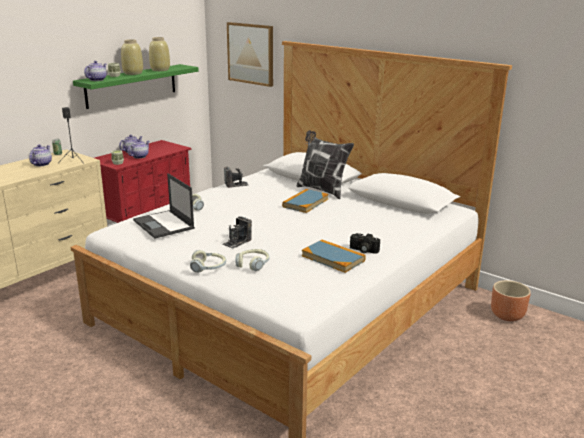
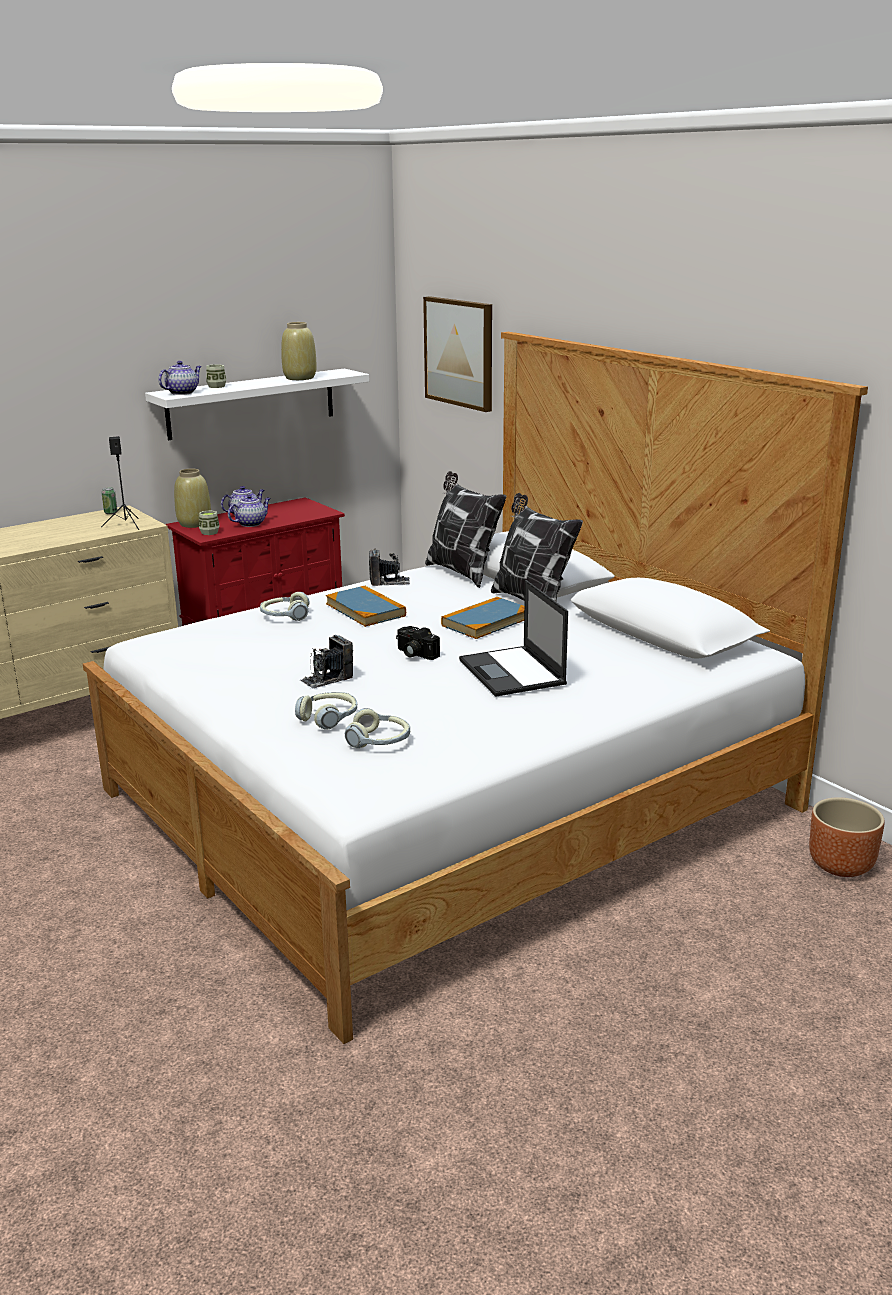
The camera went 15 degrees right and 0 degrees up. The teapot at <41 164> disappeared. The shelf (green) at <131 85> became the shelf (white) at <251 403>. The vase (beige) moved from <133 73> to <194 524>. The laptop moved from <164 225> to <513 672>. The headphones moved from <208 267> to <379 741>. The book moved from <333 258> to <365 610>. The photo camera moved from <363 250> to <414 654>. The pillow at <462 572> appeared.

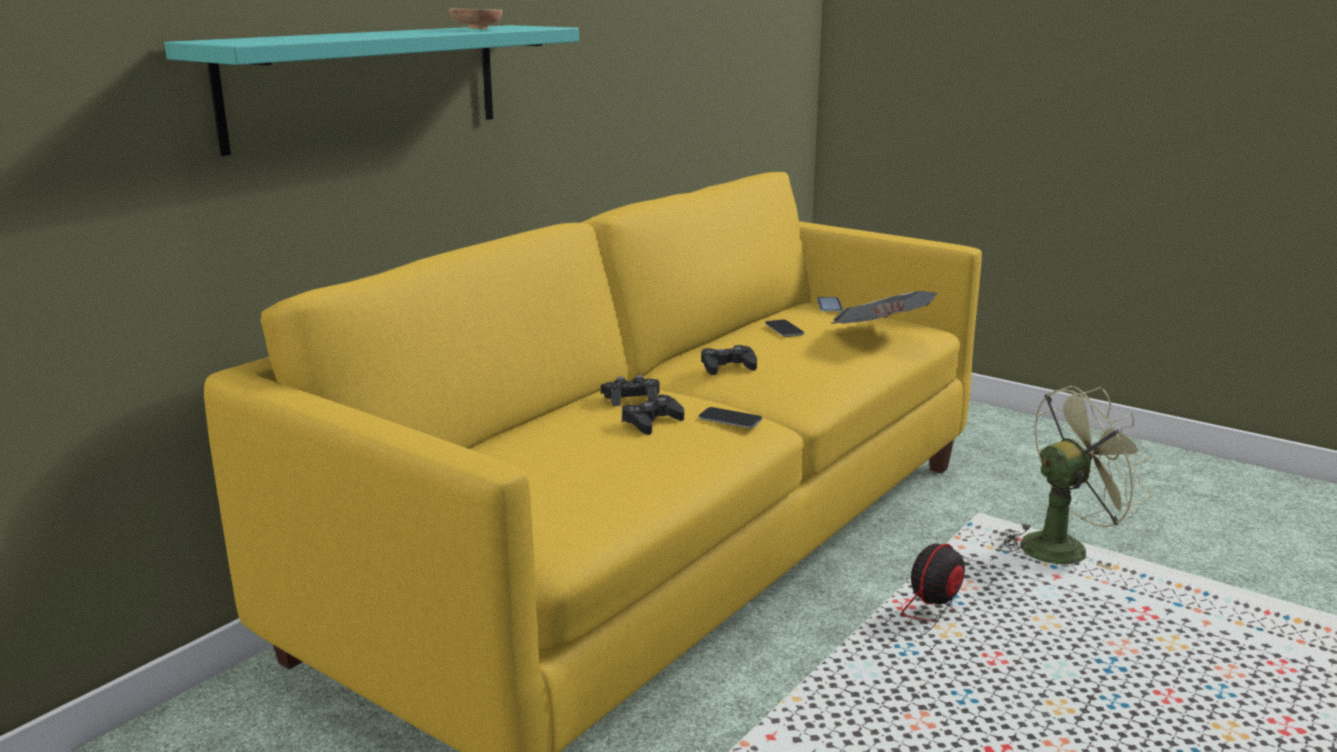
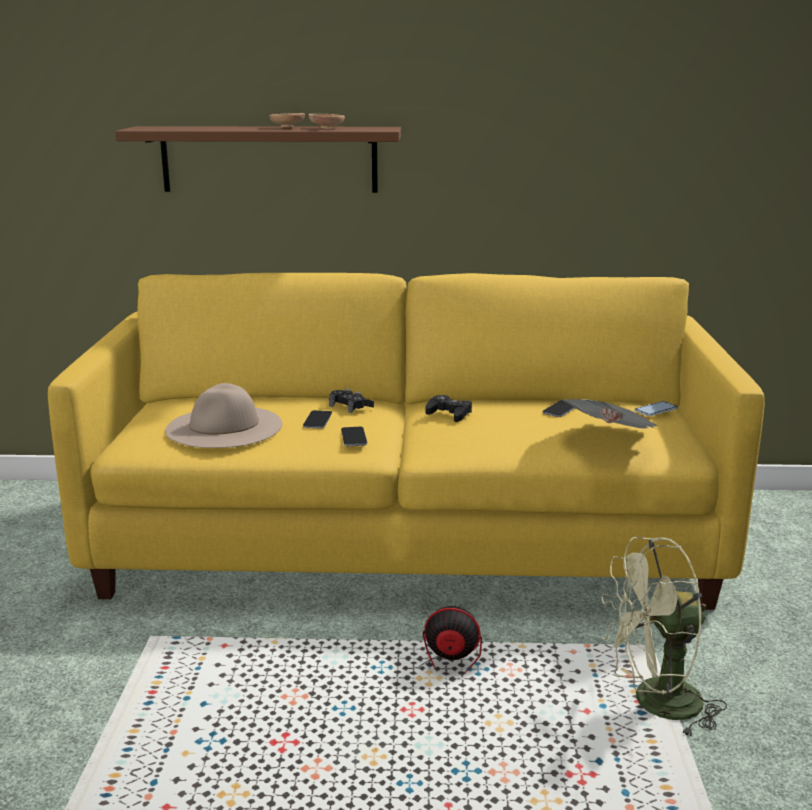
The camera went 55 degrees right and 0 degrees up. The shelf (turquoise) at <366 84> became the shelf (brown) at <269 159>. The game controller (black) at <651 422> was replaced by the phone at <317 420>. The fan (green) at <1063 546> turned 135 degrees clockwise. The hat (beige) at <224 427> appeared. The bowl (brown) at <287 127> appeared.

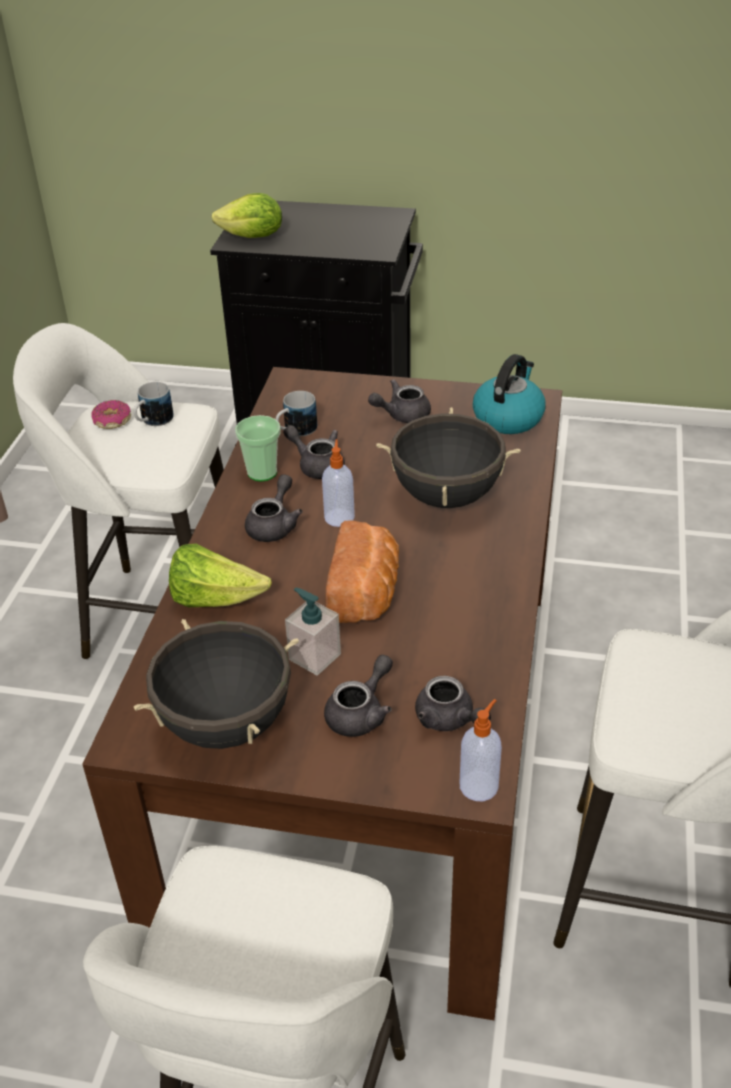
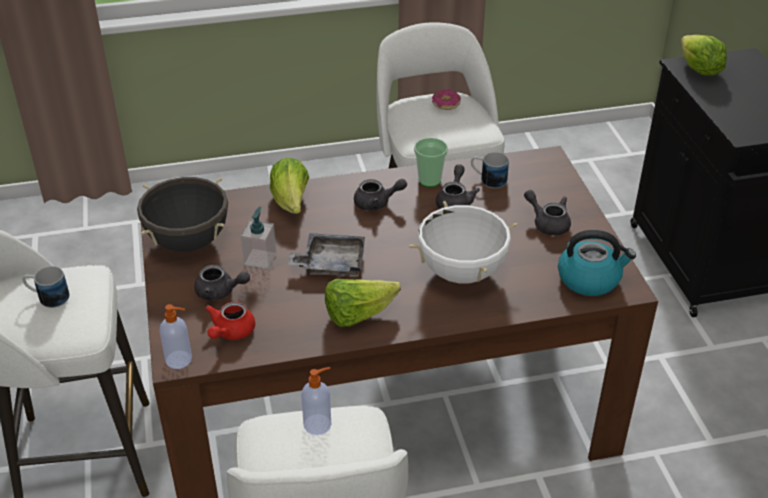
The camera went 65 degrees right and 0 degrees up. The mug moved from <153 421> to <48 297>. The soap dispenser moved from <339 517> to <318 424>. The bread at <366 594> was replaced by the tray (grey) at <331 263>. The cooking pot (black) at <446 496> became the cooking pot (white) at <461 272>. The teapot (grey) at <449 720> became the teapot (red) at <230 332>. The lettuce at <358 315> appeared.

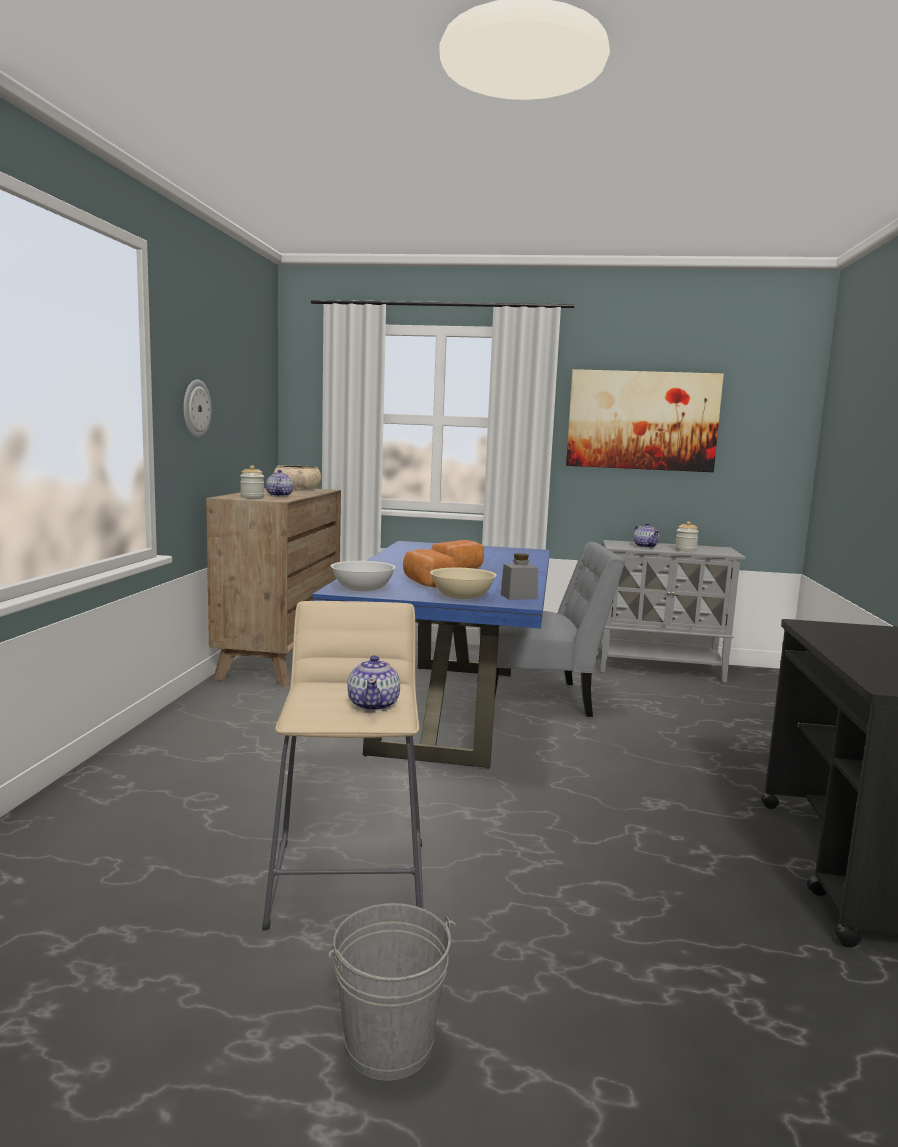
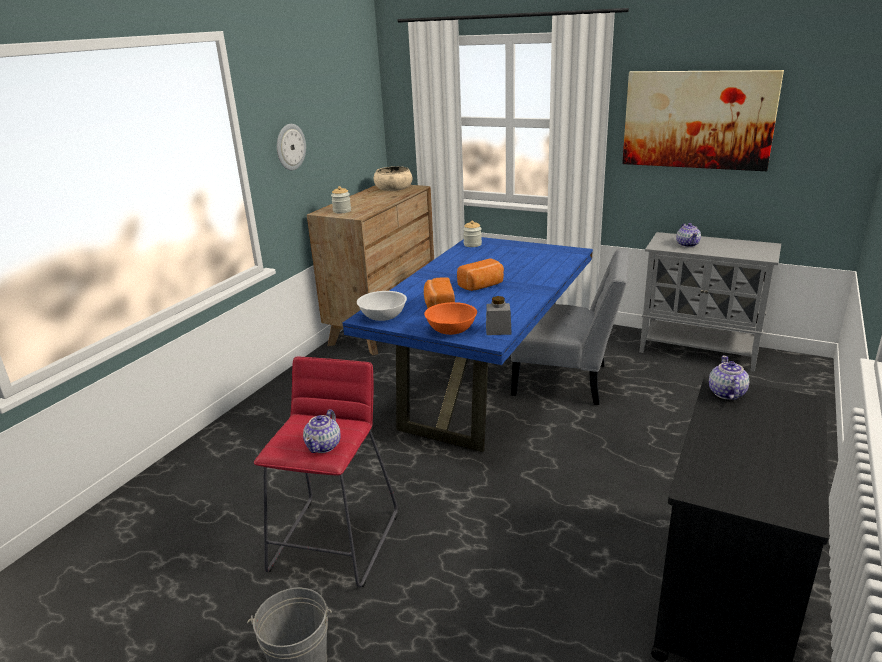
The camera went 20 degrees right and 15 degrees up. The stool (beige) at <348 880> became the stool (red) at <335 541>. The teapot moved from <279 495> to <726 393>. The bowl (beige) at <462 597> became the bowl (orange) at <451 330>. The jar moved from <685 550> to <472 244>.

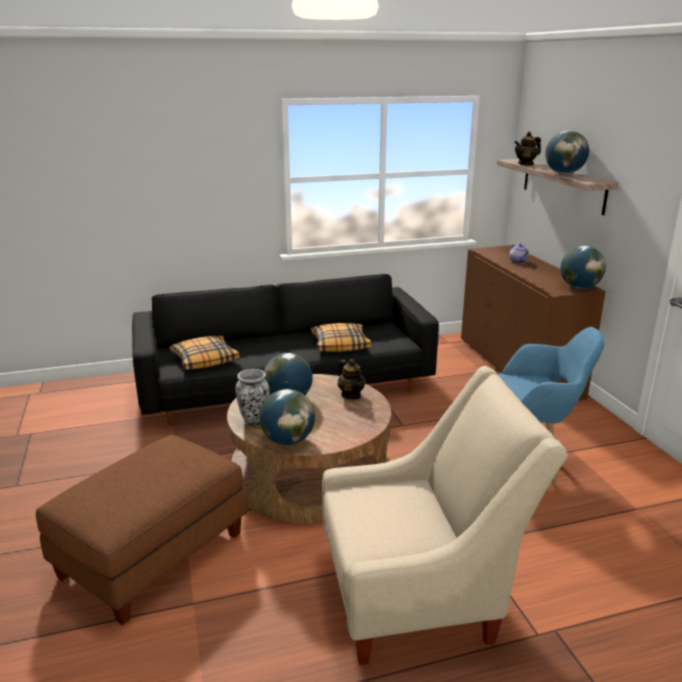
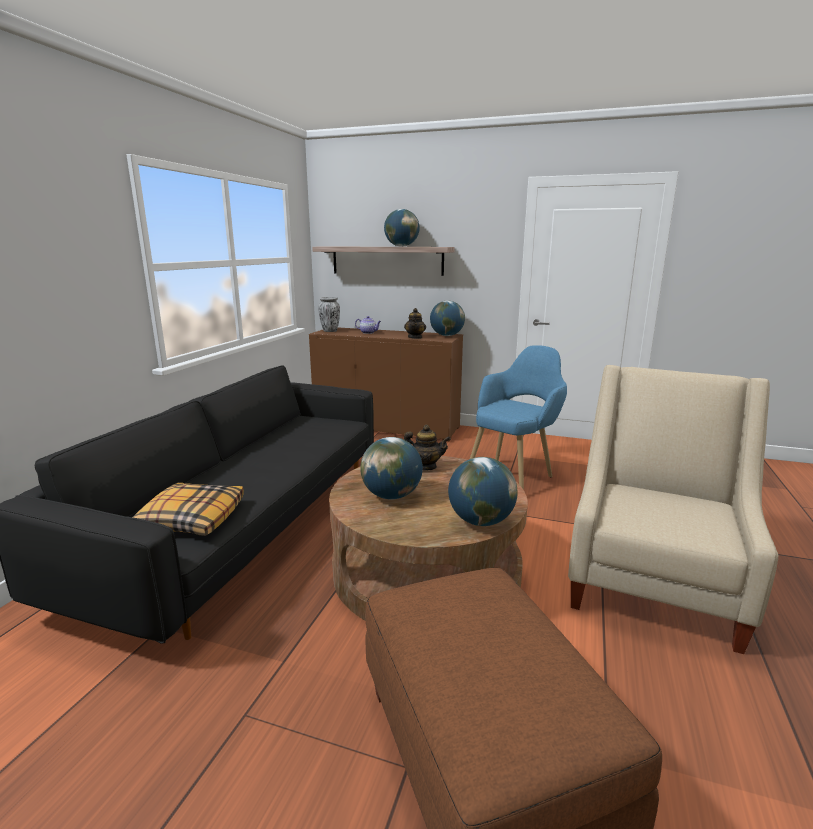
The camera went 55 degrees left and 5 degrees down. The vase moved from <254 421> to <330 331>. The pillow at <340 344> disappeared. The teapot moved from <526 164> to <415 337>.

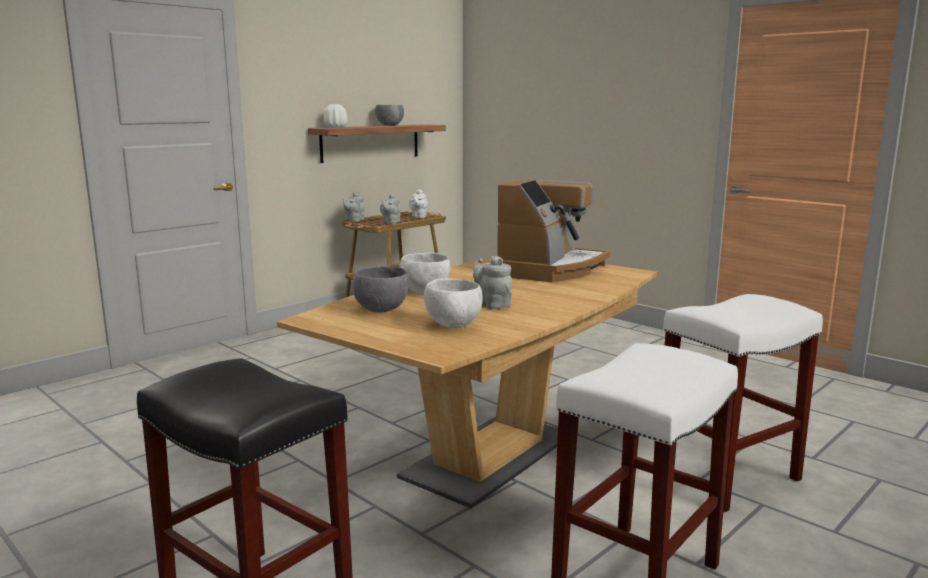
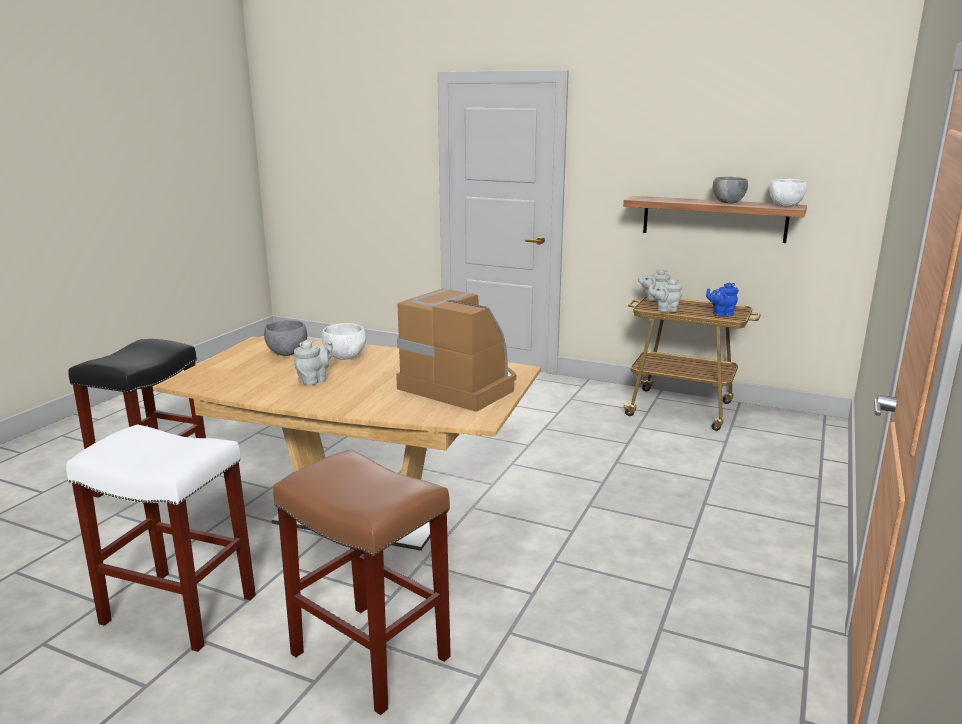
The camera went 70 degrees right and 5 degrees up. The vase (white) at <335 127> disappeared. The teapot (white) at <418 217> became the teapot (blue) at <721 314>. The bowl (white) moved from <453 325> to <785 205>. The coffee machine at <550 269> turned 150 degrees counterclockwise. The stool (white) at <726 477> became the stool (brown) at <368 655>.

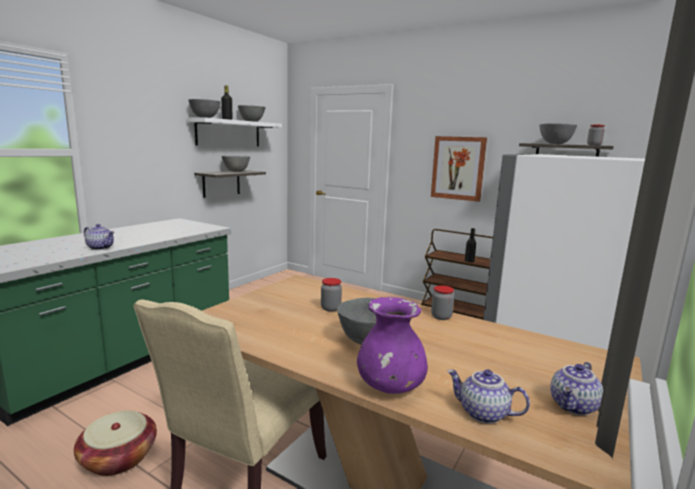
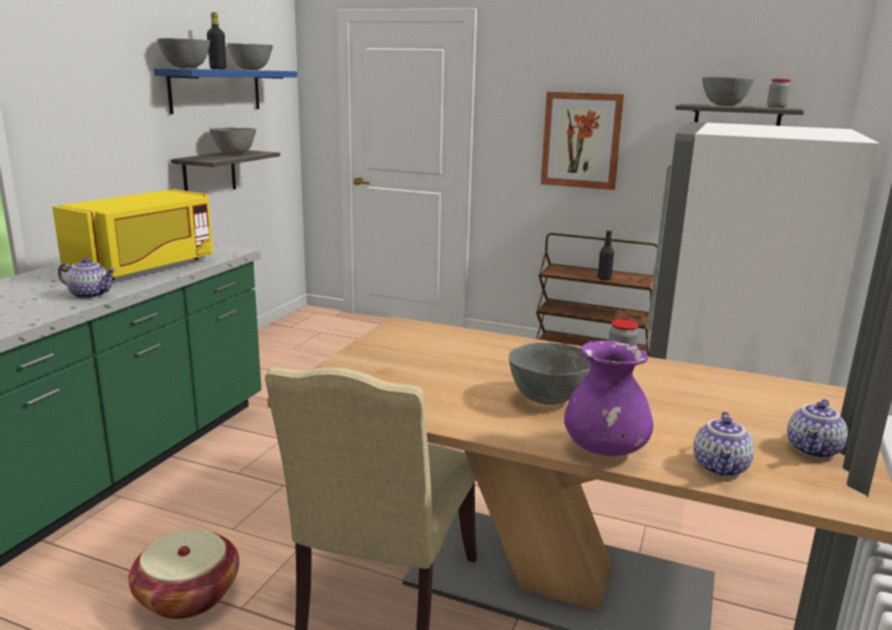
The camera went 10 degrees left and 5 degrees up. The shelf (white) at <229 133> became the shelf (blue) at <216 90>. The jar at <330 308> disappeared. The teapot at <482 414> turned 90 degrees counterclockwise. The microwave (yellow) at <145 267> appeared.

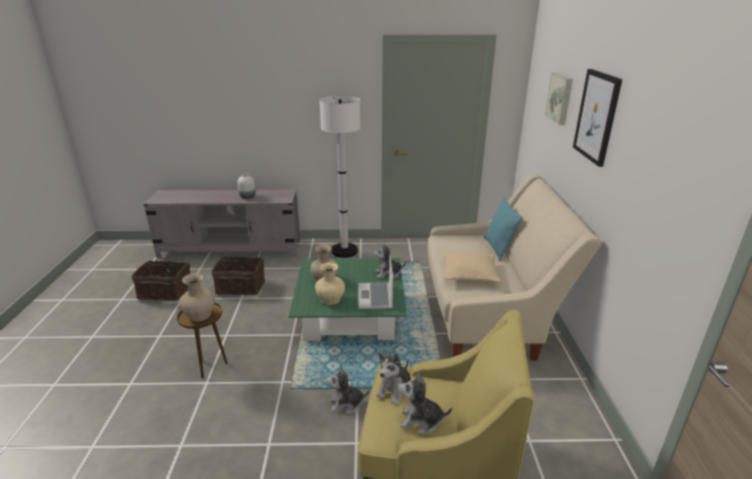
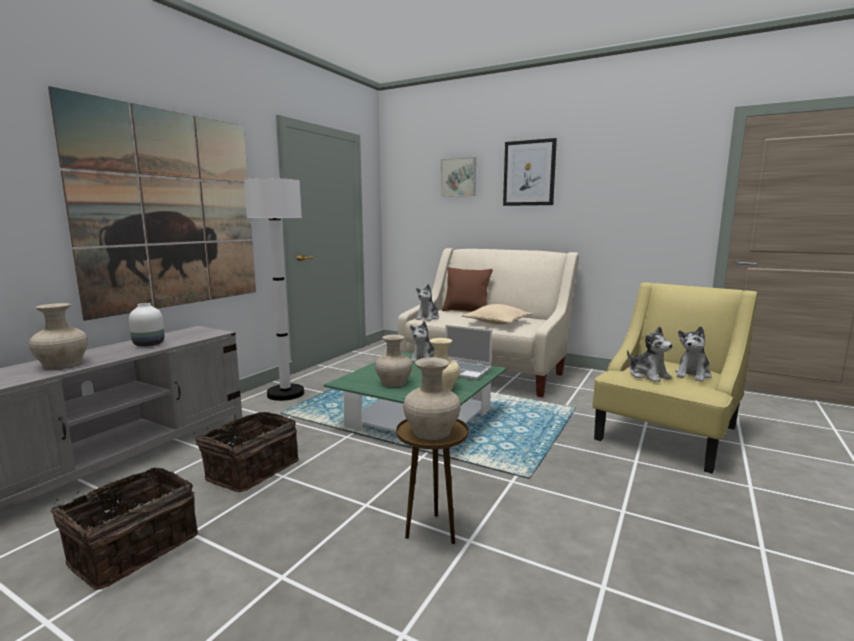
The camera went 60 degrees left and 15 degrees down. The plush toy moved from <346 404> to <428 318>. The pillow (turquoise) at <498 248> became the pillow (brown) at <466 311>. The vase (beige) at <63 364> appeared. The picture at <172 210> appeared.

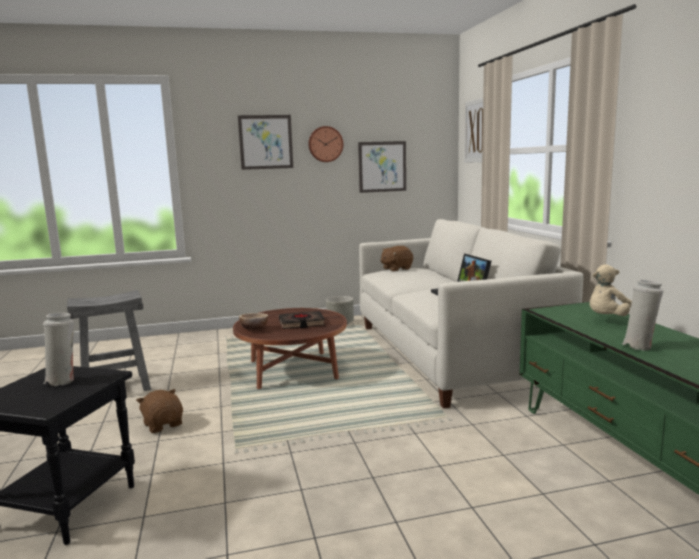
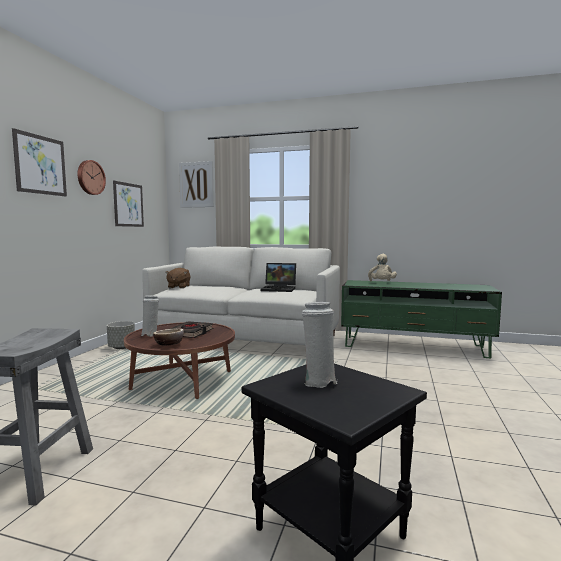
The camera went 60 degrees left and 5 degrees down. The plush toy (brown) at <163 424> disappeared. The vase (white) moved from <639 346> to <150 335>.

